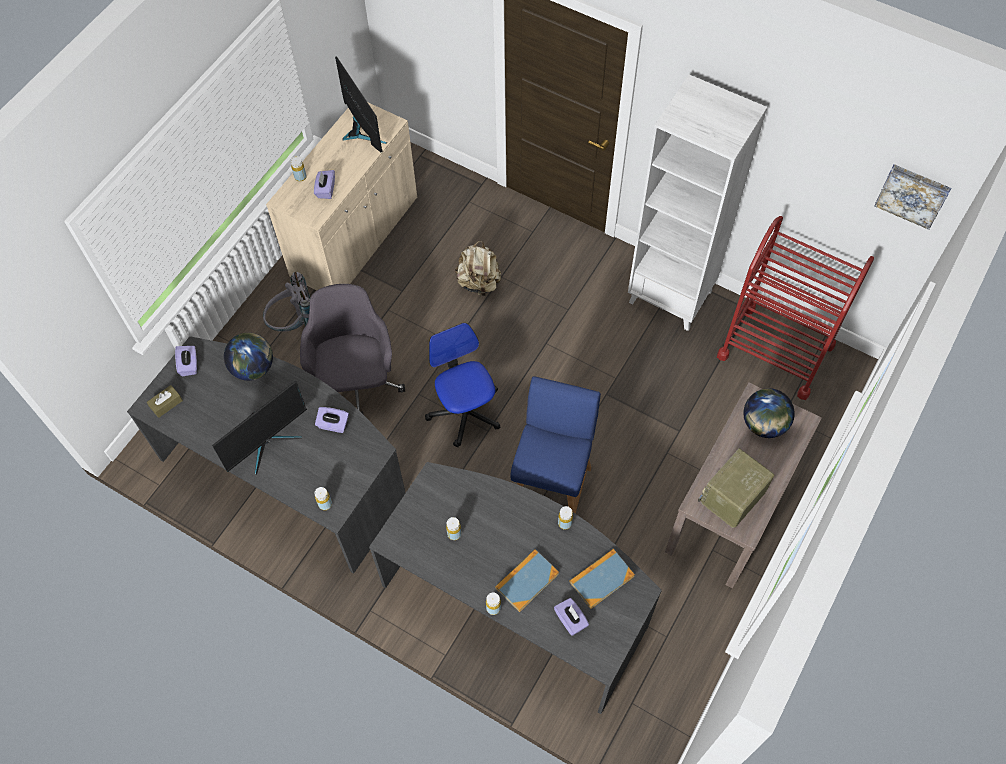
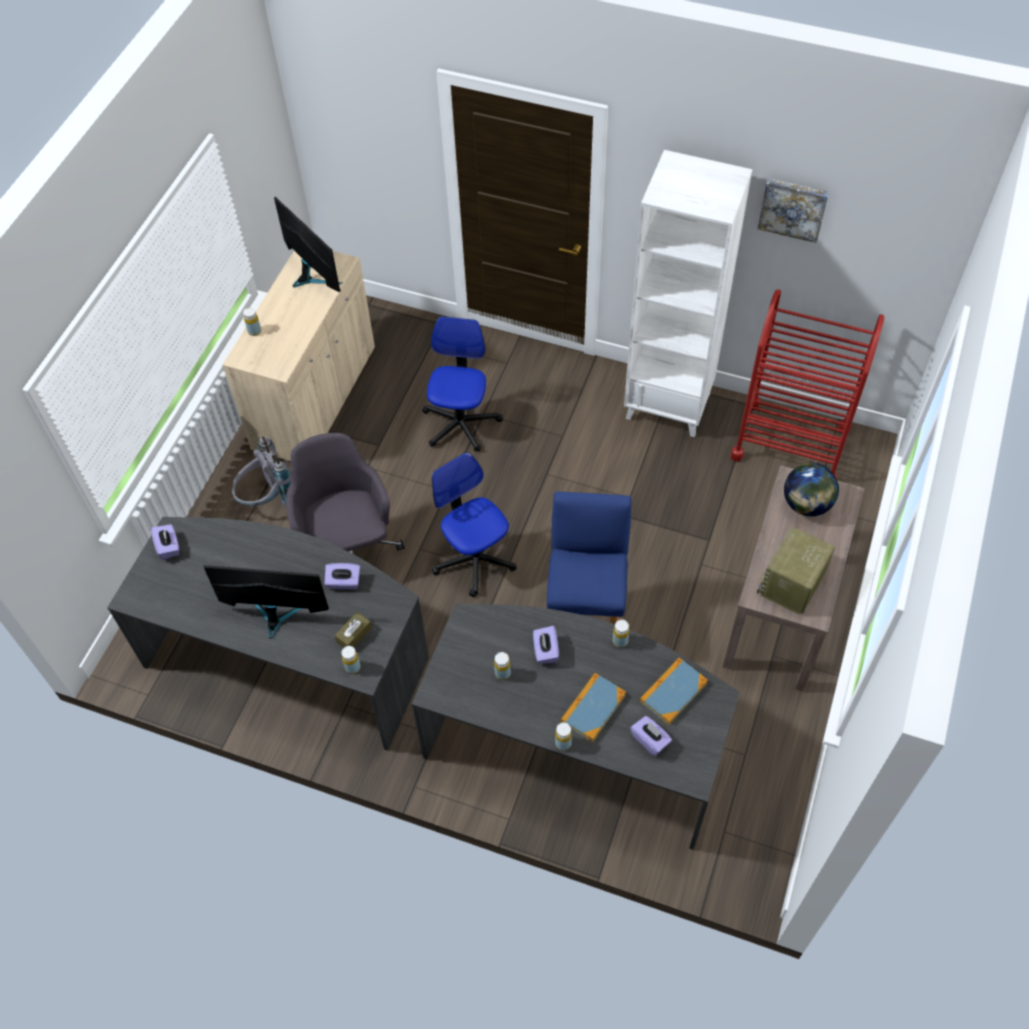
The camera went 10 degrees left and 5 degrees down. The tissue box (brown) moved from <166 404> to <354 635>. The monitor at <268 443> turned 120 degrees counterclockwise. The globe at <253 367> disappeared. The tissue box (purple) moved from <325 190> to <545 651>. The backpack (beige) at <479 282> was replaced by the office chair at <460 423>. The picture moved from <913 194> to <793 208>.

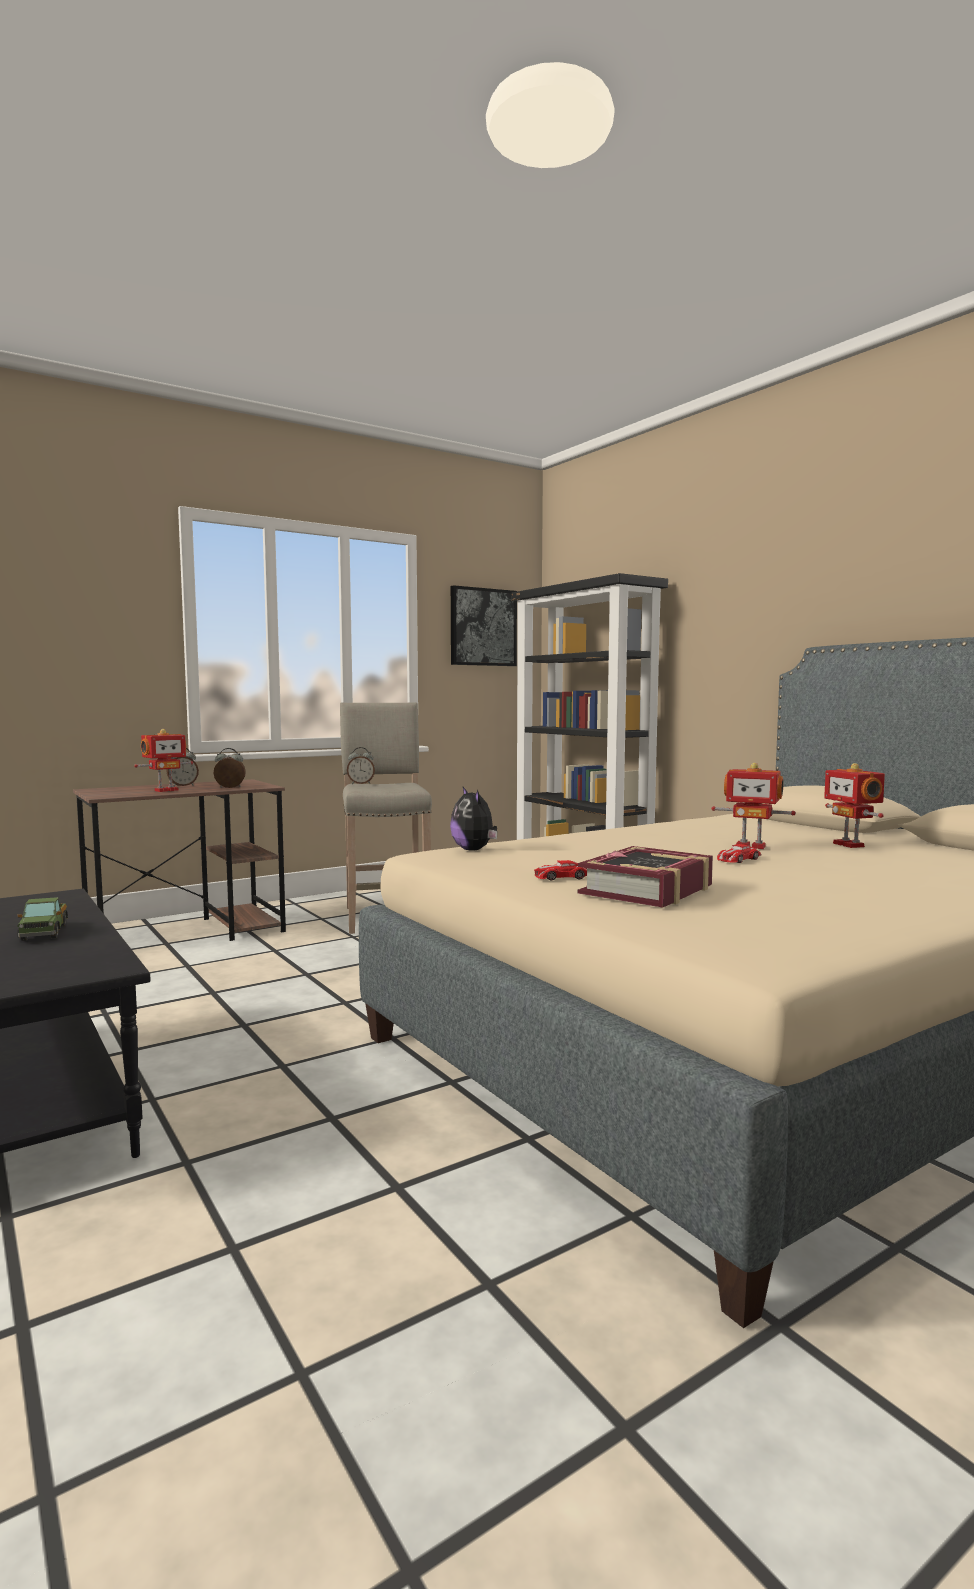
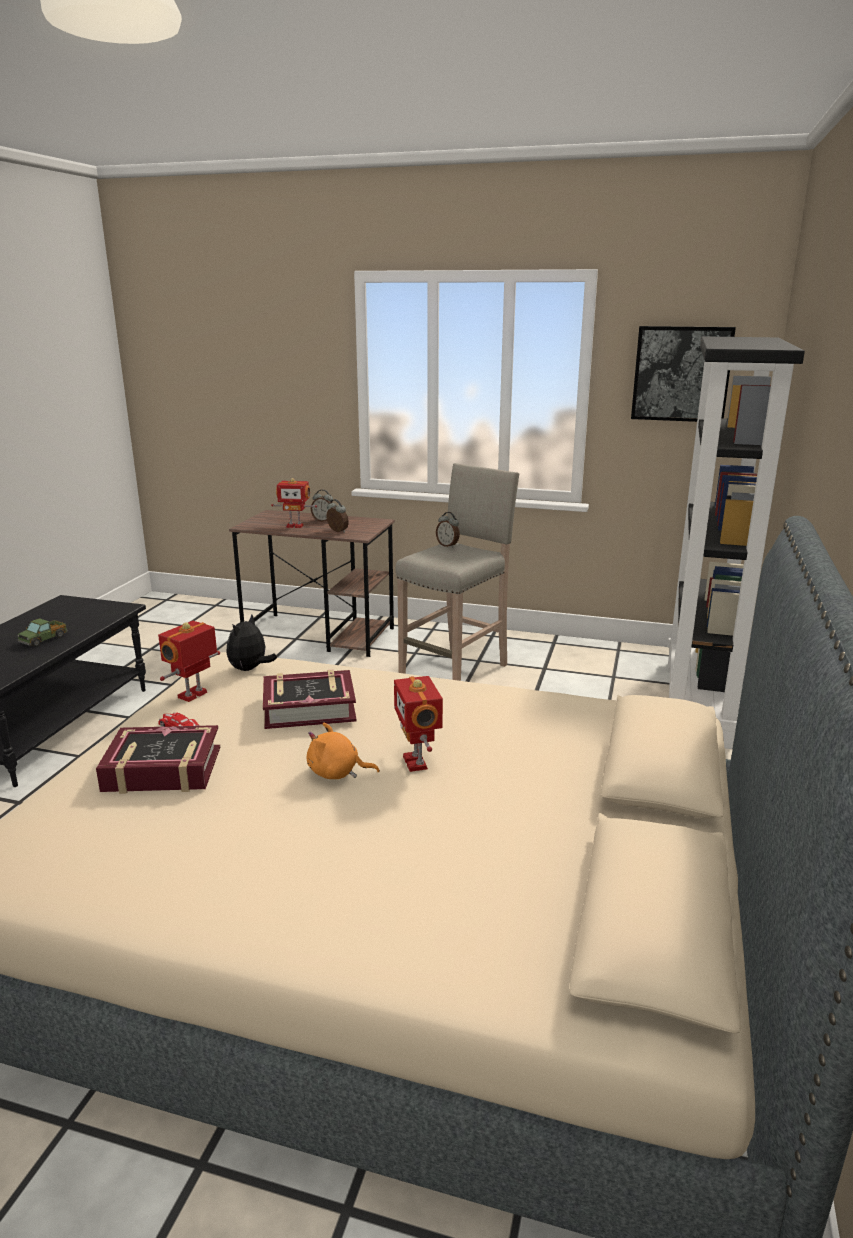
The camera went 50 degrees right and 15 degrees up. The toy car at <738 859> was replaced by the plush toy (orange) at <337 773>. The toy robot moved from <850 845> to <194 695>. The book at <309 708> appeared.

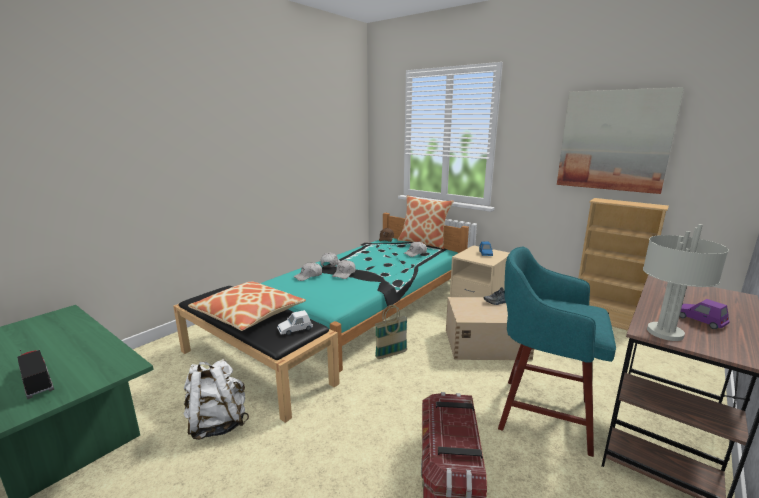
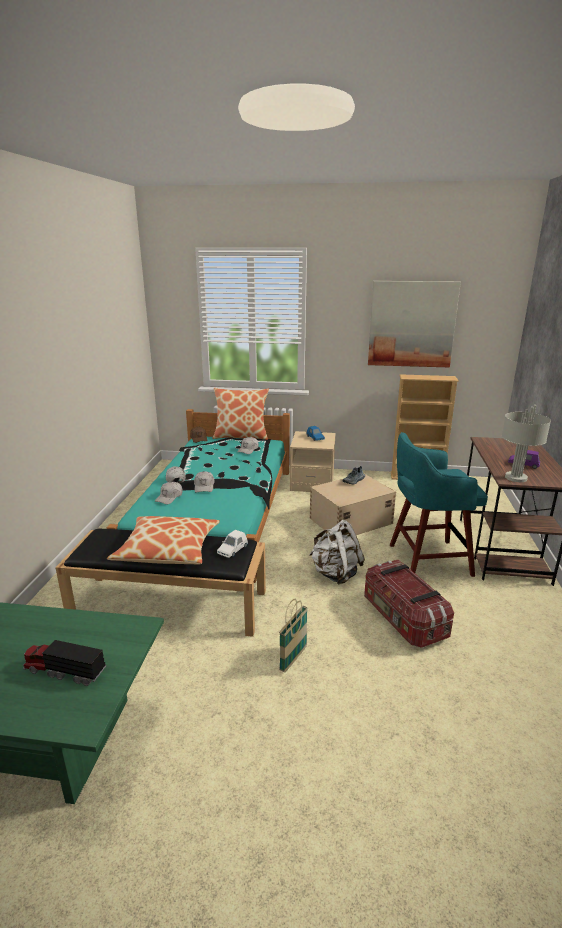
The camera went 30 degrees left and 5 degrees up. The backpack (white) moved from <217 423> to <335 574>. The basket moved from <391 354> to <293 658>.

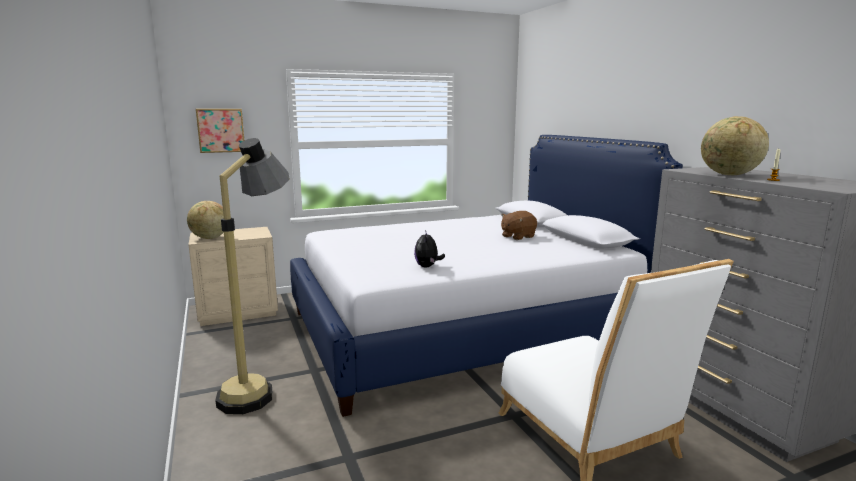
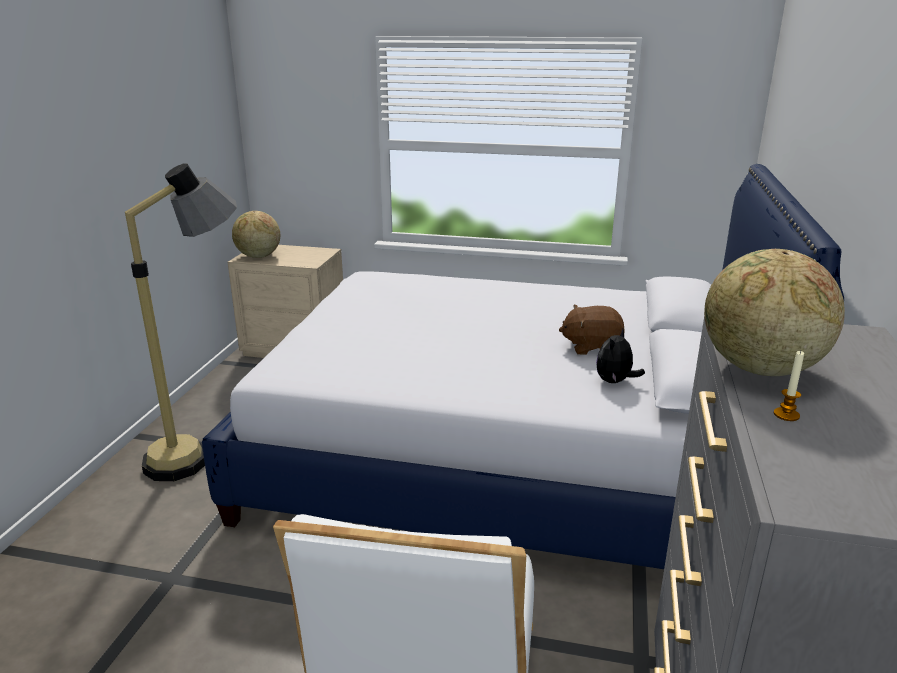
The camera went 35 degrees right and 10 degrees up. The picture at <221 130> disappeared. The plush toy moved from <427 266> to <615 382>.

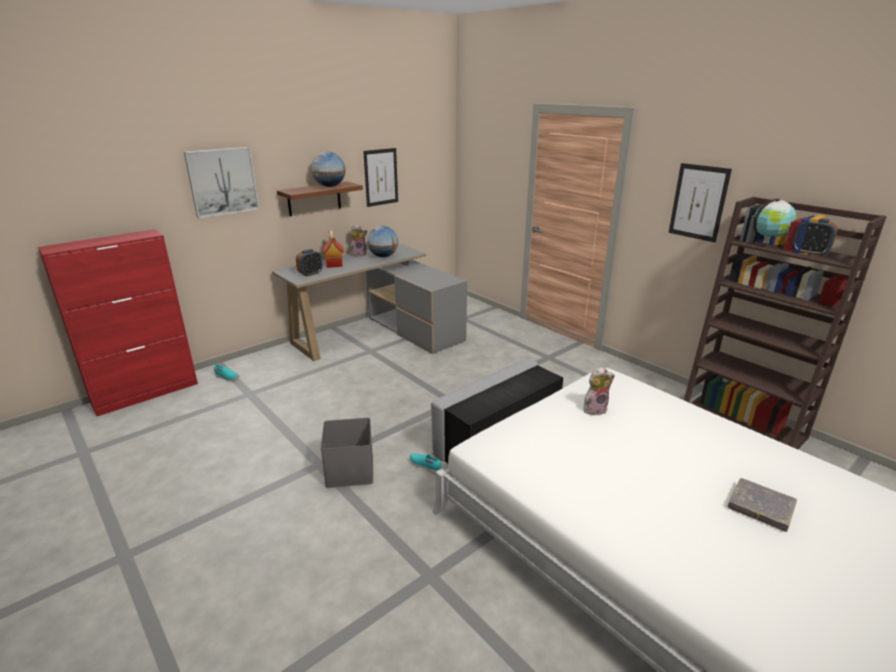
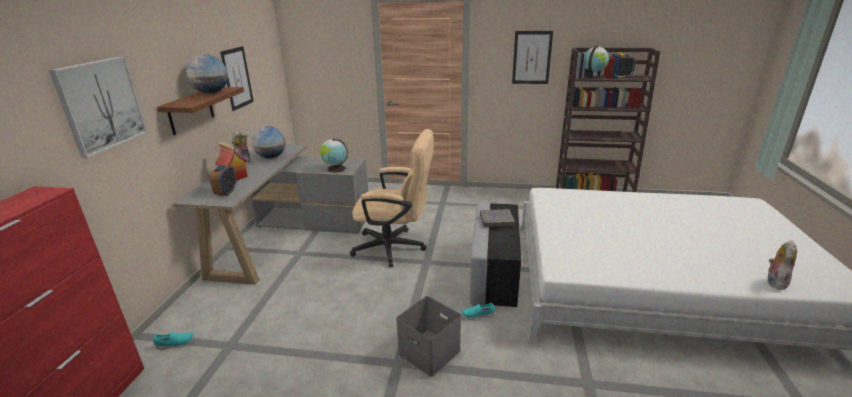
The camera went 40 degrees left and 0 degrees up. The plush toy moved from <595 409> to <774 281>. The book (grey) moved from <760 507> to <496 220>. The globe at <335 169> appeared. The office chair (beige) at <395 248> appeared.

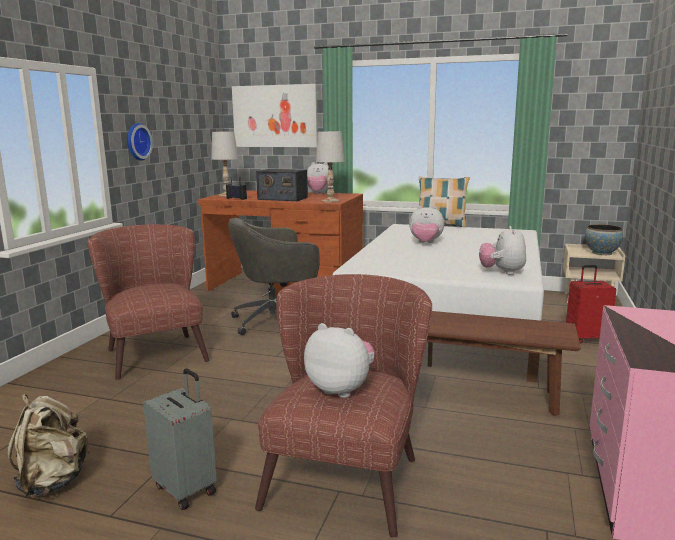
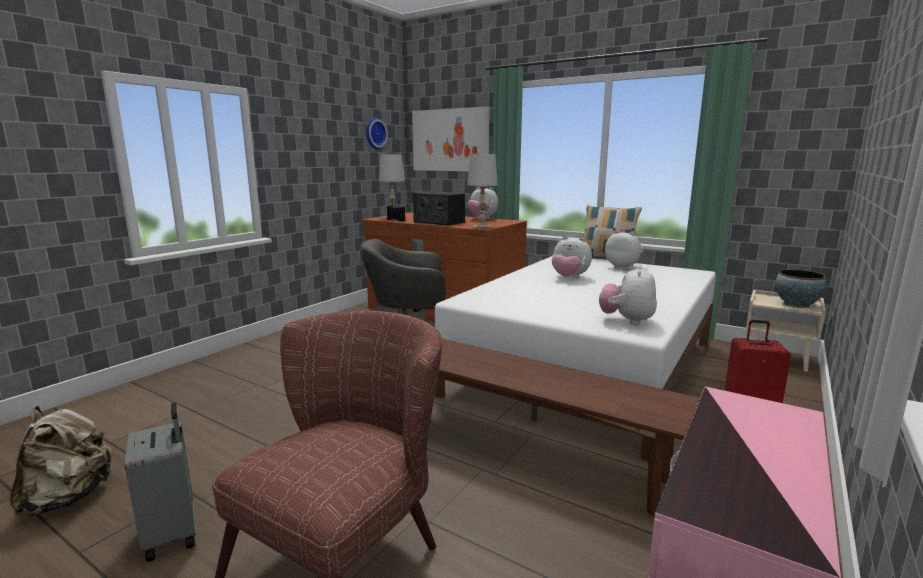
The camera went 15 degrees right and 0 degrees up. The armchair (brown) at <155 352> disappeared. The wall clock moved from <136 141> to <374 133>. The plush toy moved from <341 389> to <623 267>.

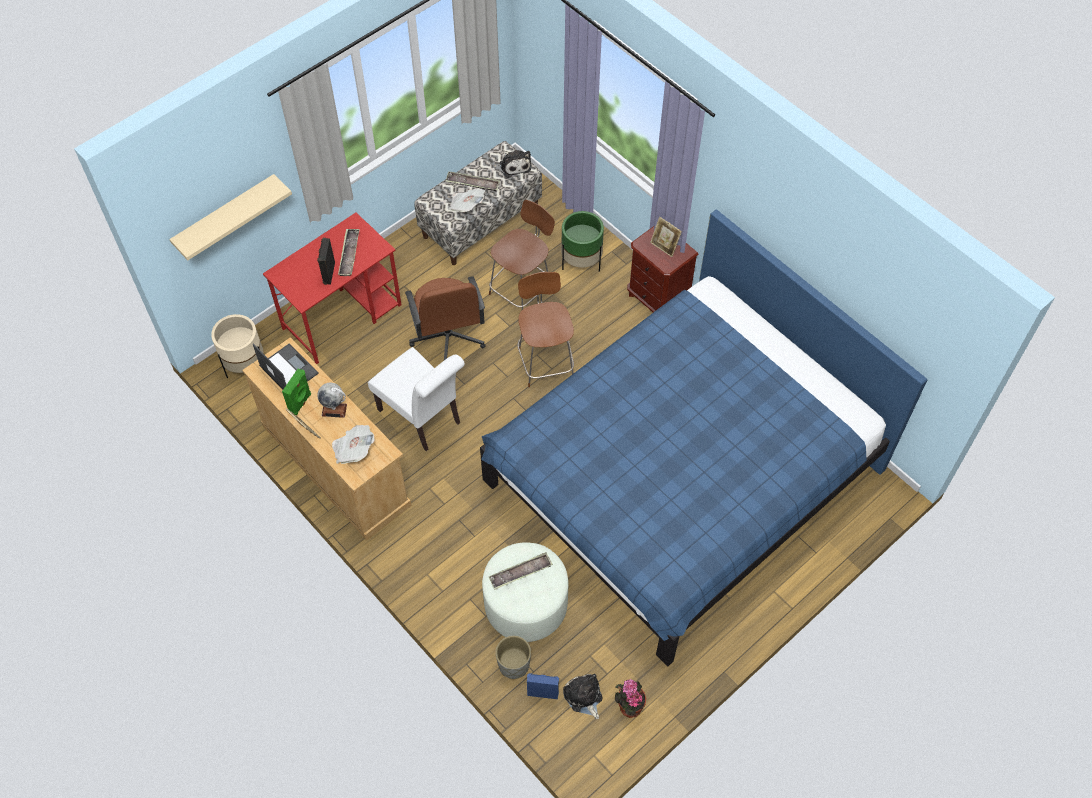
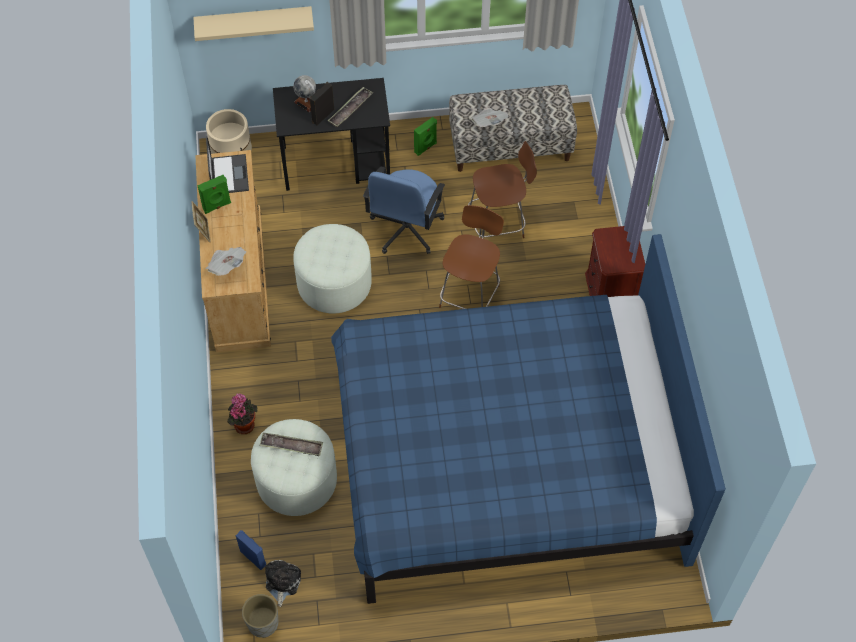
The camera went 35 degrees right and 0 degrees up. The desk (red) at <343 316> became the desk (black) at <337 163>. The globe moved from <334 410> to <306 103>. The chair (white) at <423 419> was replaced by the ottoman (white) at <334 283>. The office chair (brown) at <448 338> became the office chair (blue) at <405 229>. The tray at <473 183> disappeared. The planter (grey) moved from <513 665> to <262 623>. The plush toy at <514 165> disappeared. The planter (green) at <581 262> disappeared. The potted plant moved from <628 705> to <244 424>. The picture frame at <664 247> disappeared. The speaker (green) at <426 148> appeared.

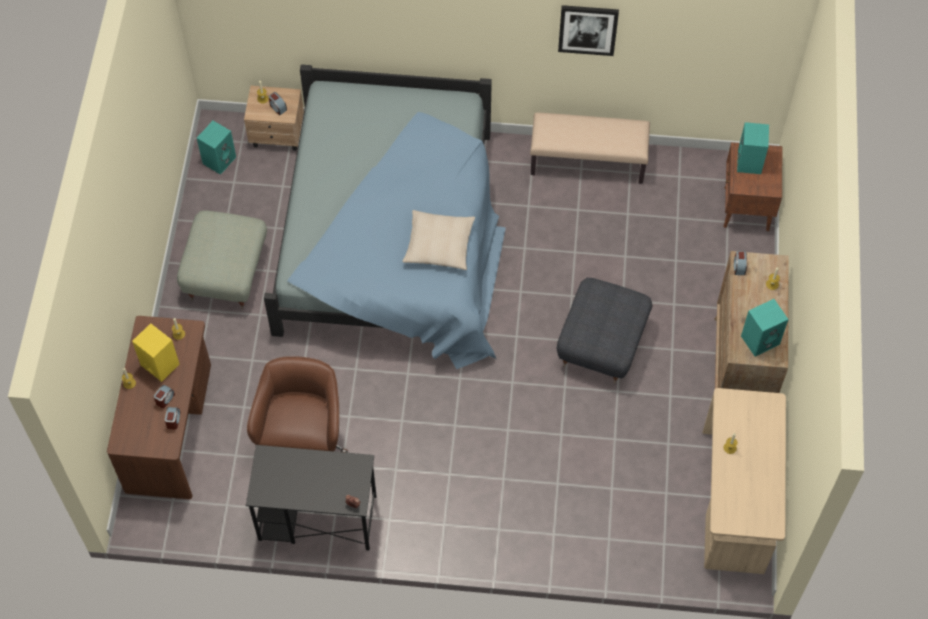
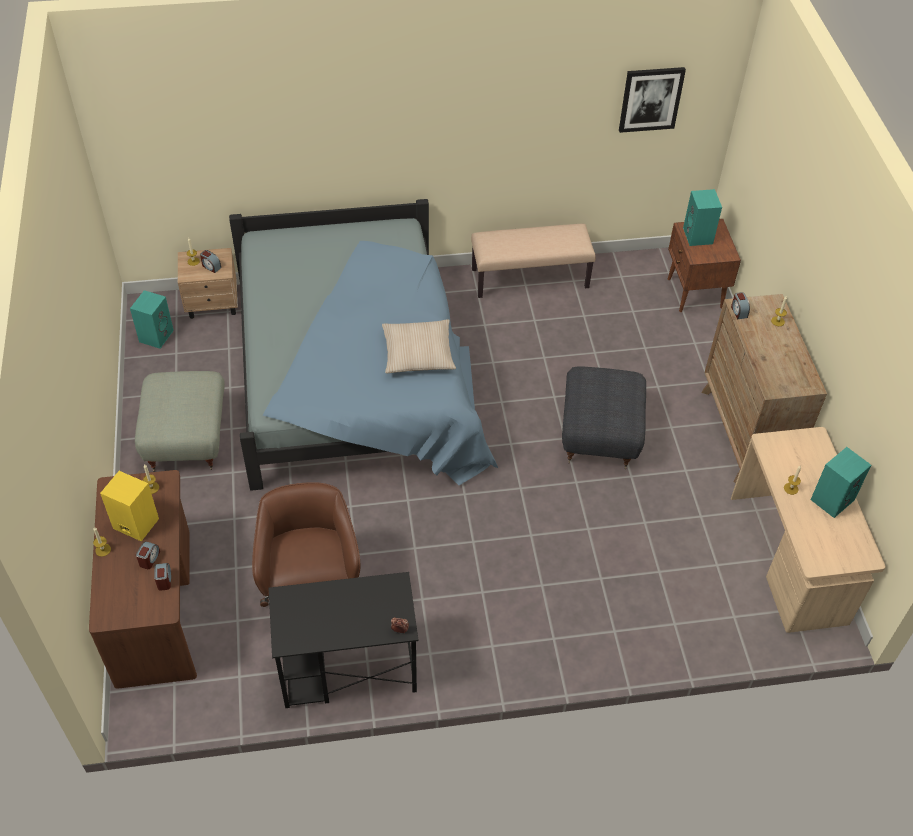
The camera went 15 degrees left and 10 degrees down. The picture moved from <588 29> to <651 99>. The speaker (turquoise) moved from <760 339> to <832 499>.

